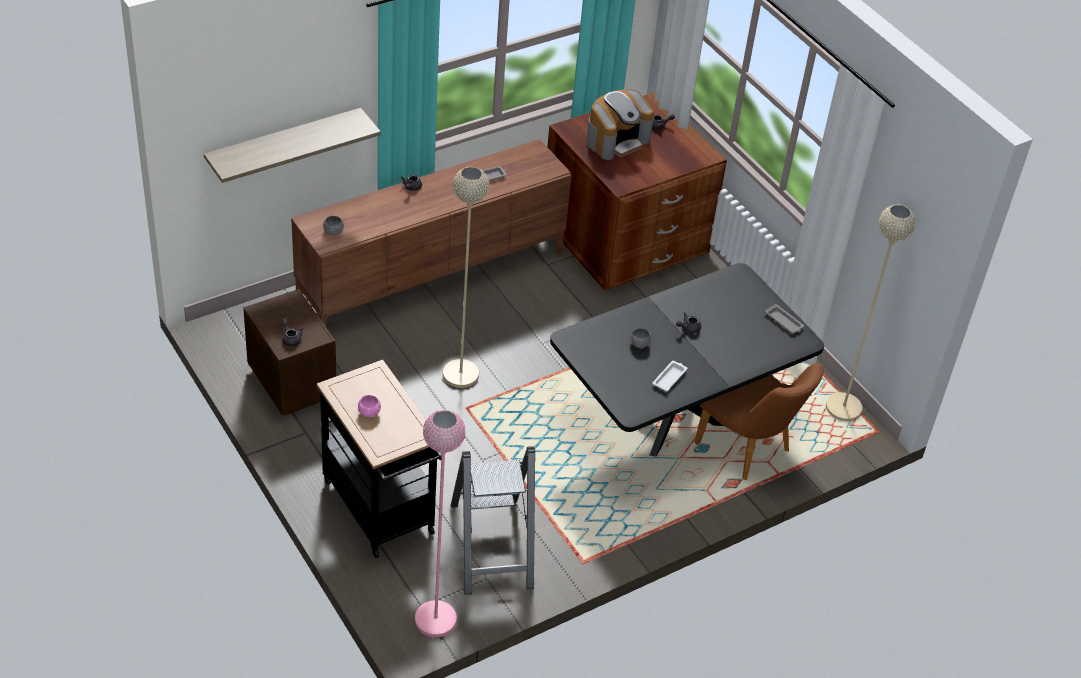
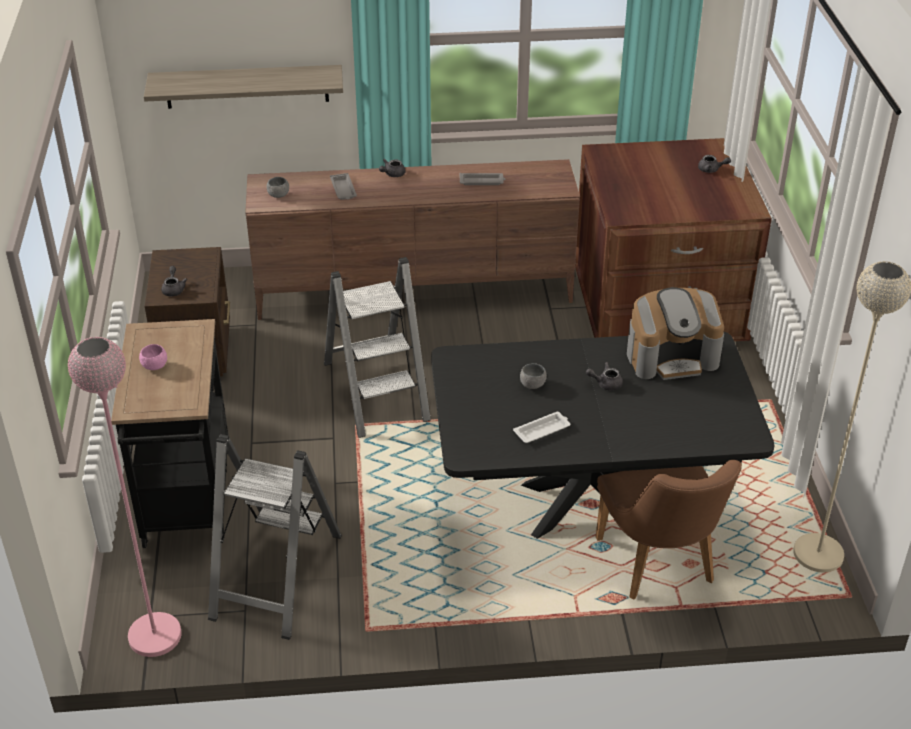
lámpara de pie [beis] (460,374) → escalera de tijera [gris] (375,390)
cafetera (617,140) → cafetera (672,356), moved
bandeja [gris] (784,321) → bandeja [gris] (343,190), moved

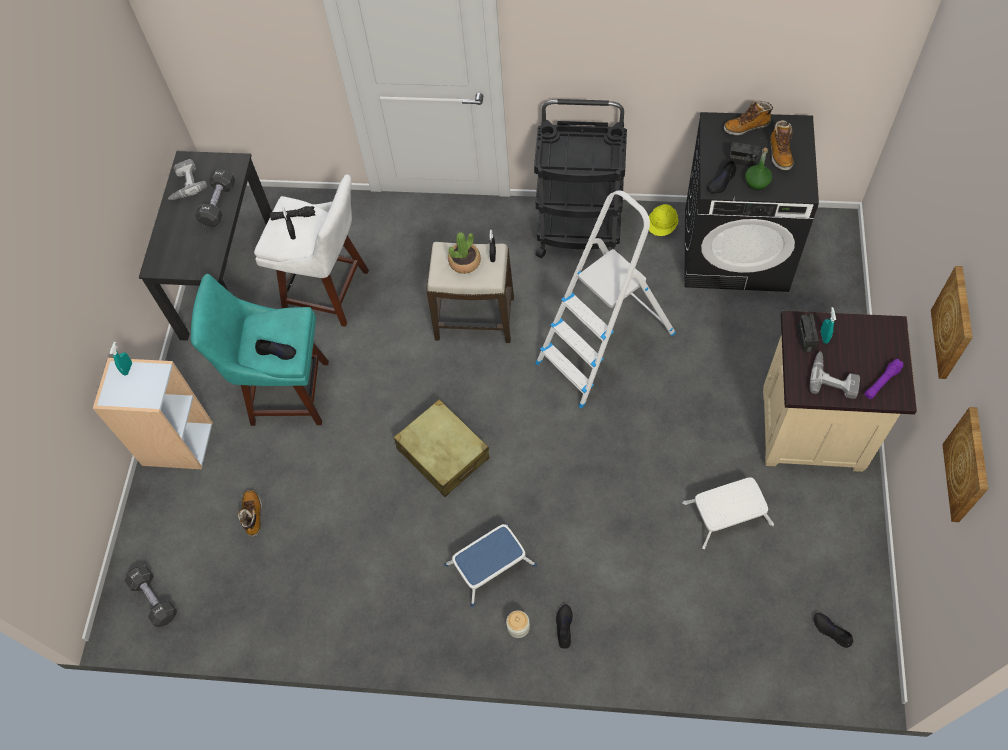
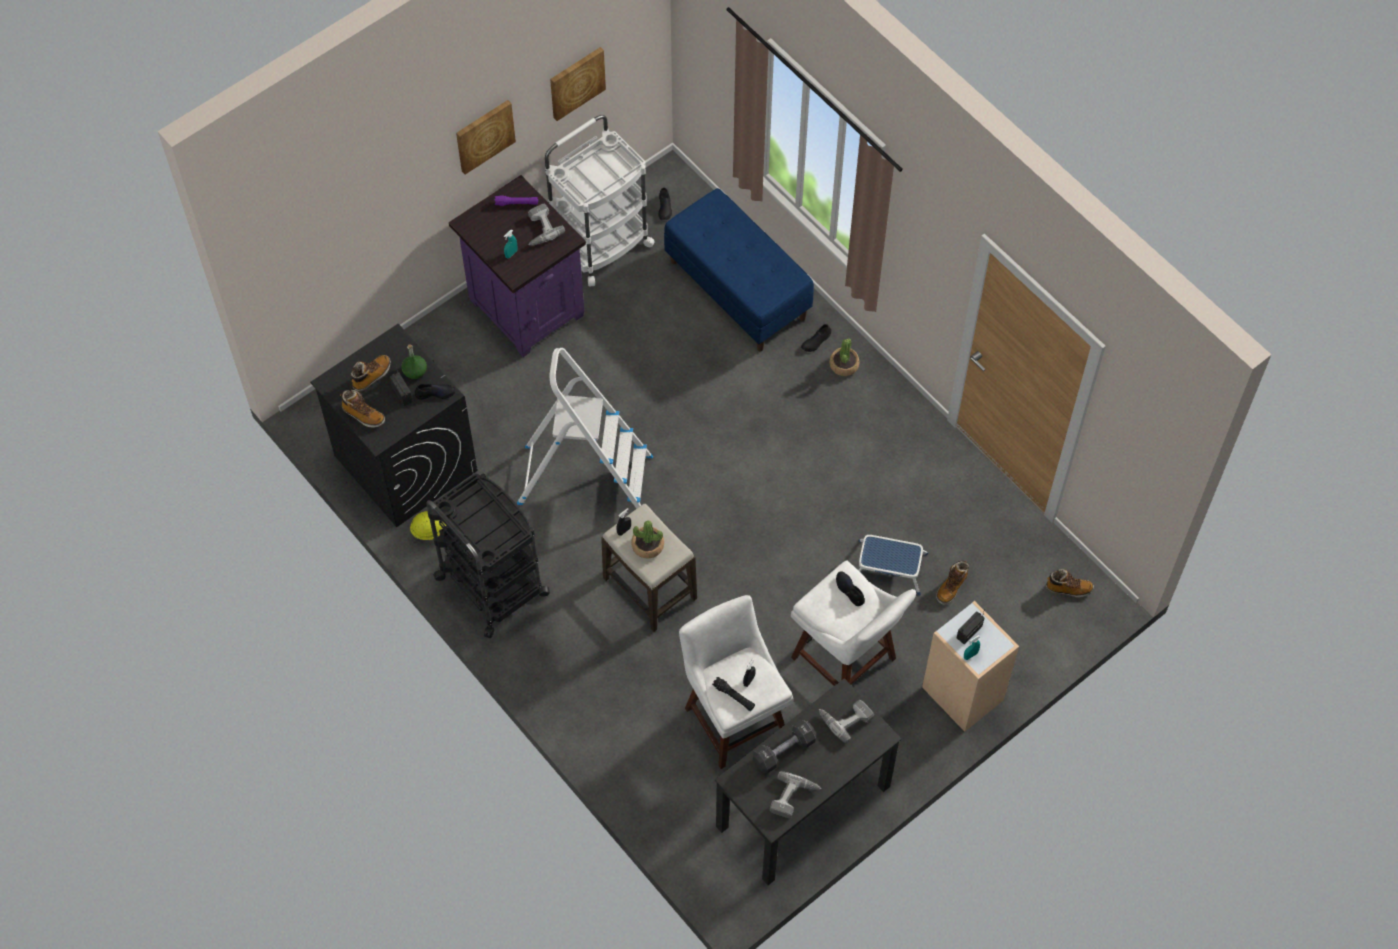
mancuerna [negro] (154,599) → bota (1068,589)
taburete [turquesa] (285,392) → taburete [blanco] (846,661)
maleta [beis] (443,453) → -
escalera de tijera [azul] (490,564) → escalera de tijera [azul] (889,567), moved
tarro (518,627) → planta en maceta (844,365)
escalera de tijera [blanco] (727,513) → -
armario [beis] (815,431) → armario [morado] (525,306)
radio (805,338) → radio (969,632), moved
- → carrito [blanco] (600,244)
- → banco [azul] (738,290)
- → taladro (845,717)

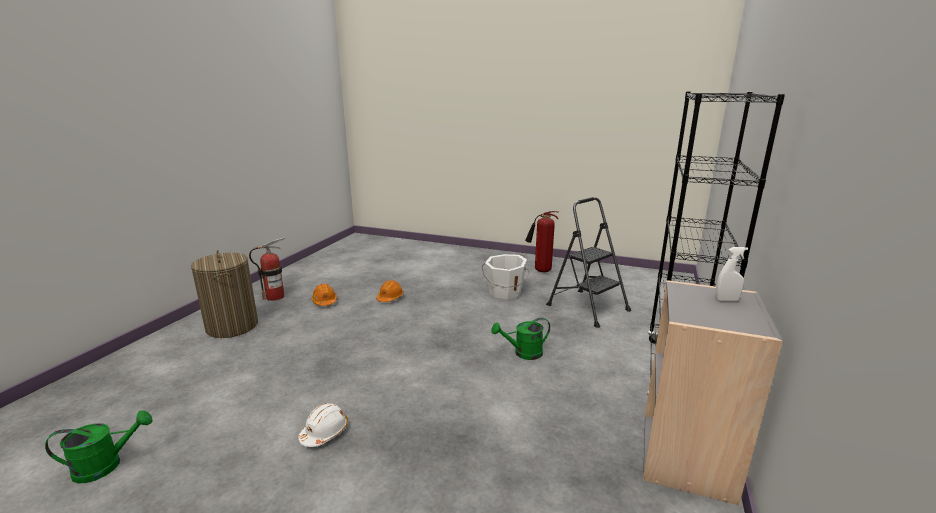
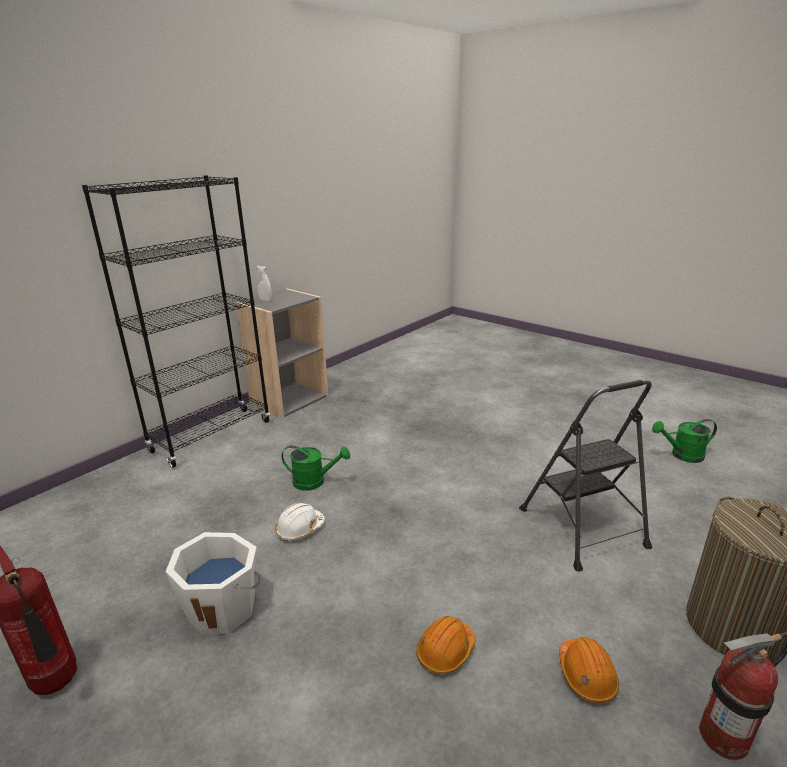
casco [blanco] (324,432) → casco [blanco] (300,529), moved
escalera de tijera [negro] (586,306) → escalera de tijera [negro] (584,529), moved

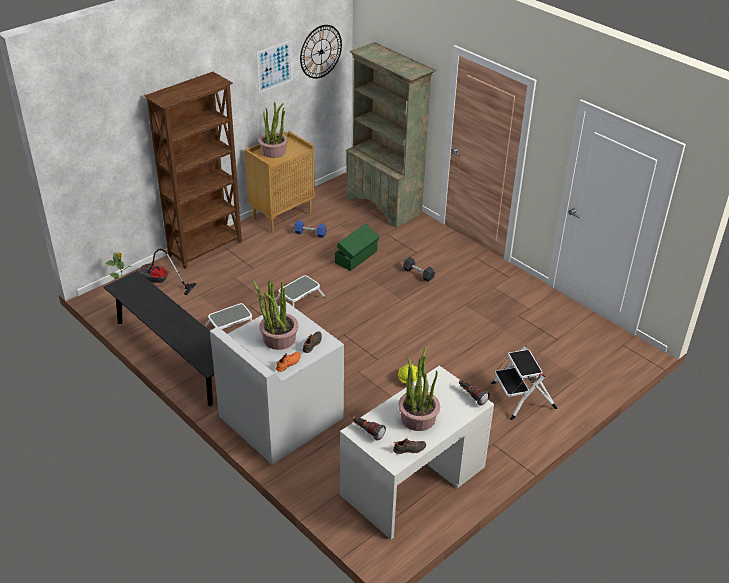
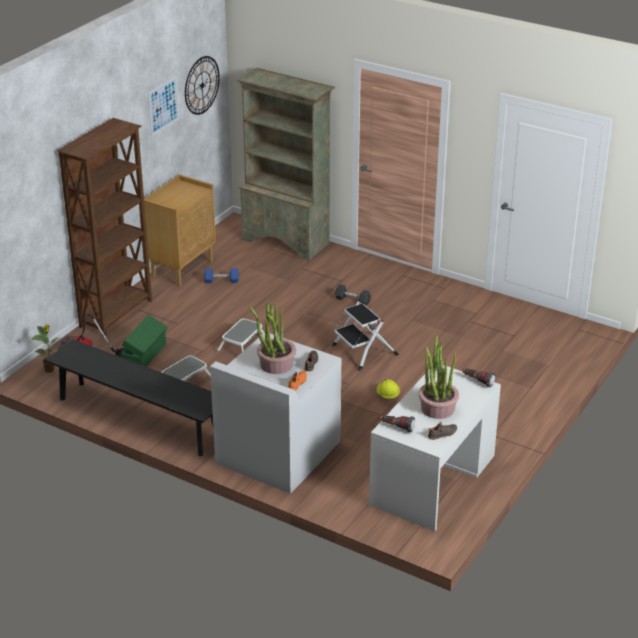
planta en maceta (274,151) → -
caja de almacenaje [verde] (357,257) → caja de almacenaje [verde] (145,354), moved
escalera de tijera (522,397) → escalera de tijera (364,351), moved

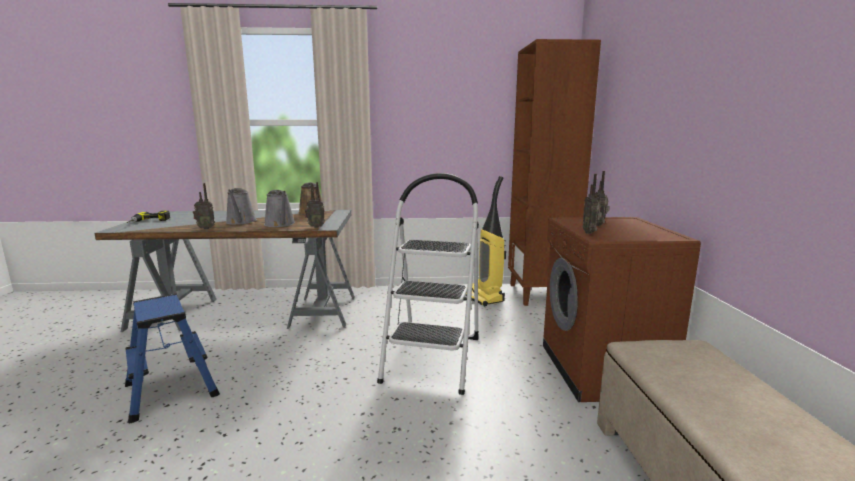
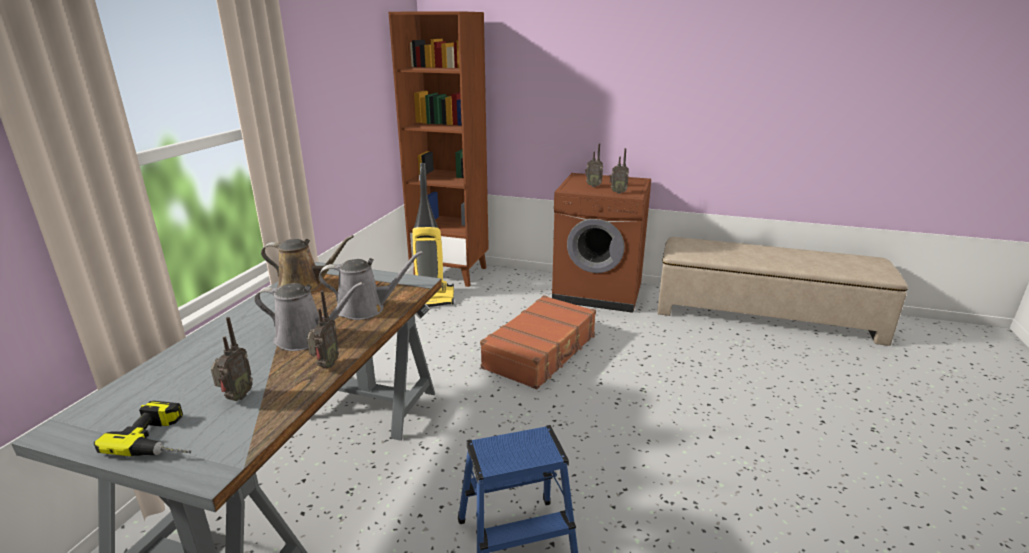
radio (315,227) → radio (236,398), moved
escalera de tijera (434,358) → maleta [marrón] (541,352)

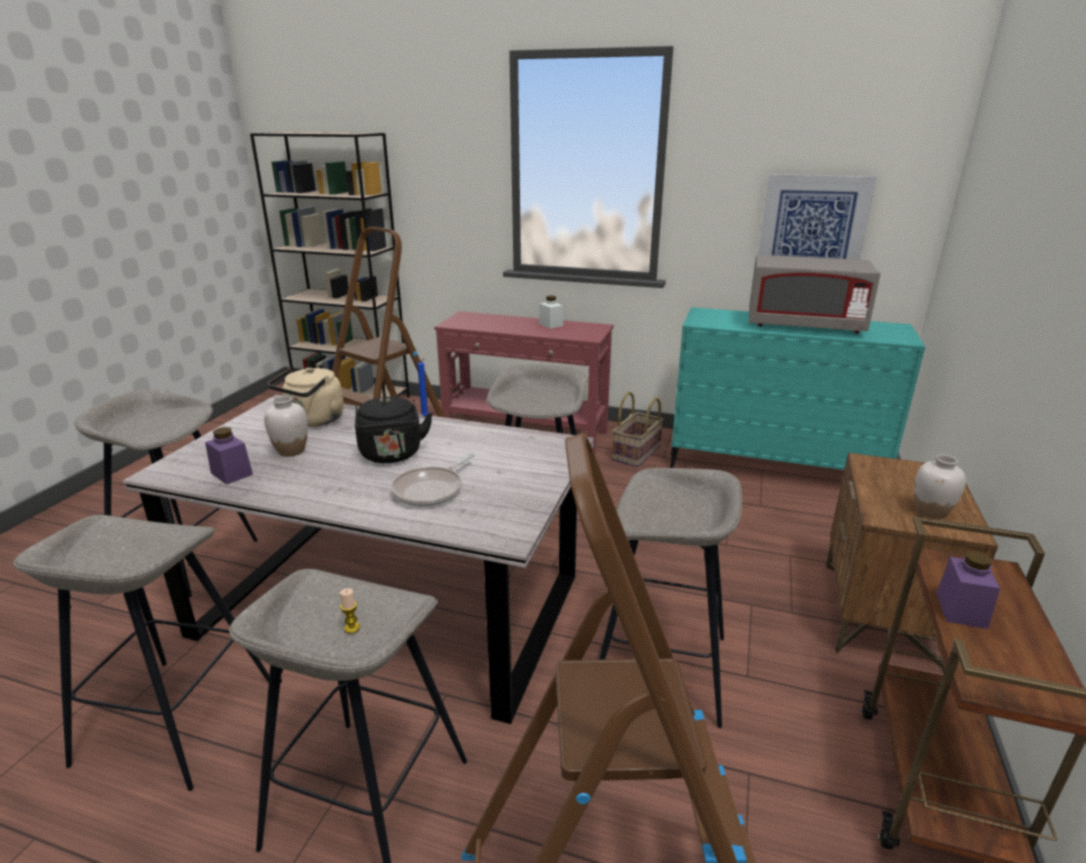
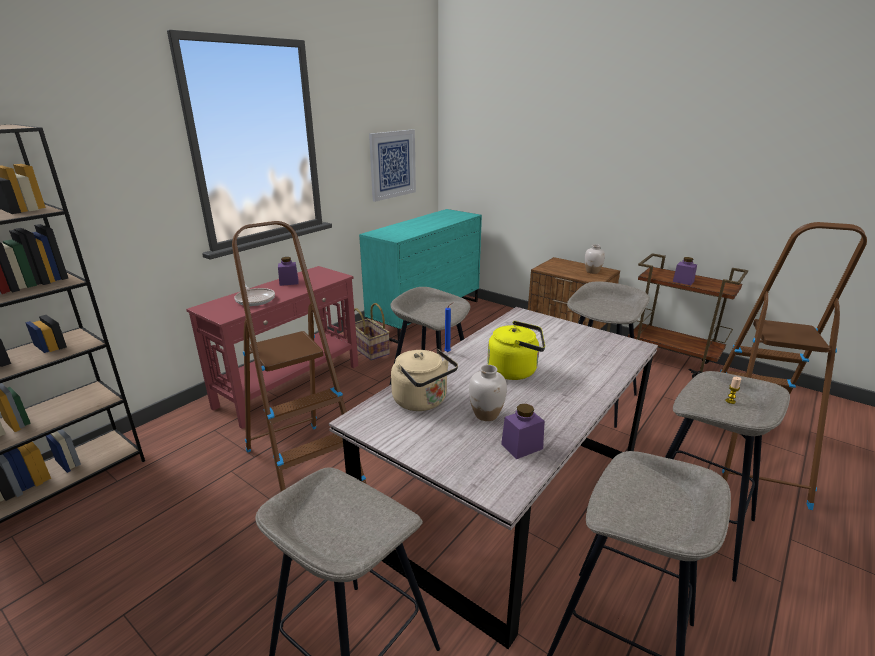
hervidor [negro] (392,455) → hervidor [amarillo] (515,371)
sartén (431,490) → sartén (255,299), moved
tarro [blanco] (550,324) → tarro [morado] (289,282)
microondas [gris] (804,325) → -

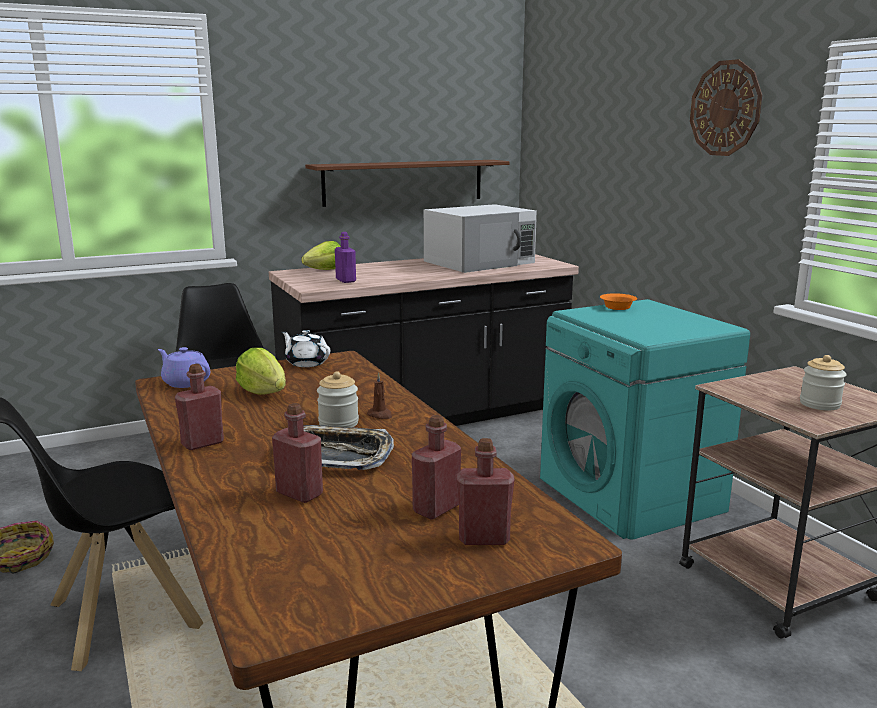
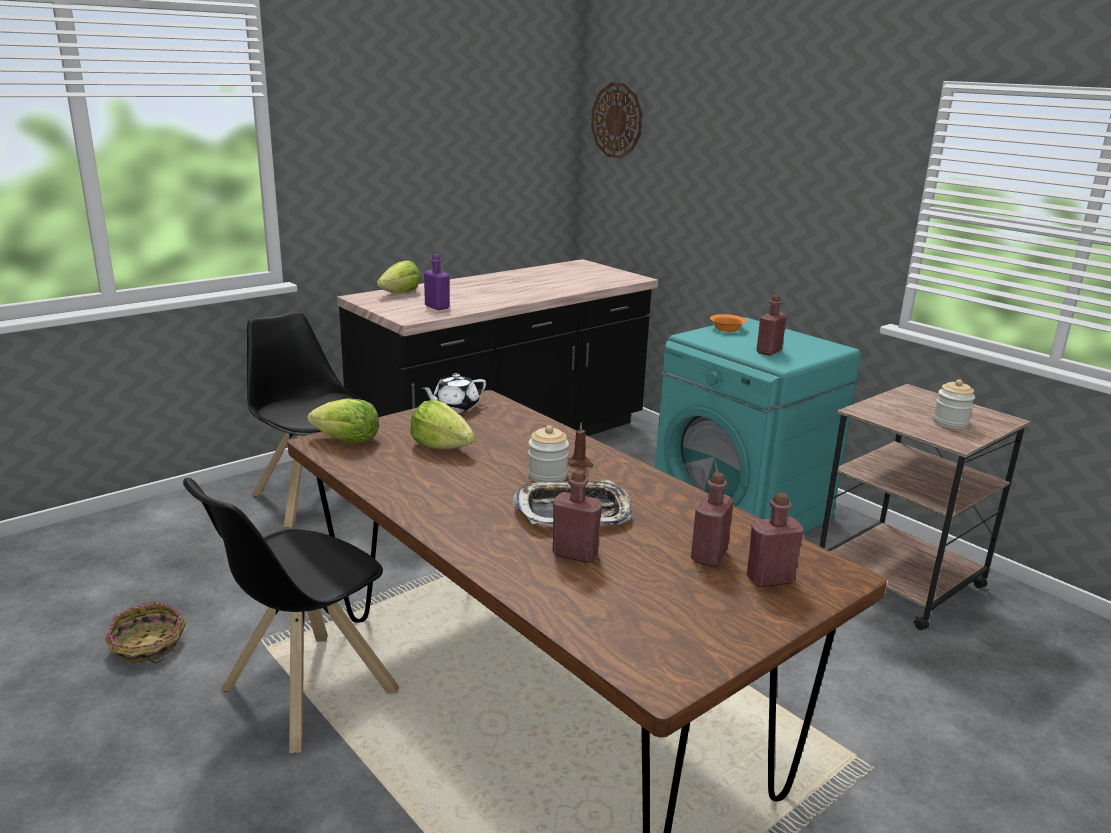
tetera [morado] (185,382) → lechuga (347,440)
botella [rojo] (202,443) → botella [rojo] (769,351), moved
tetera [blanco] (307,363) → tetera [blanco] (455,408), 60 degrees counterclockwise
estante [marrón] (404,182) → -
microondas [blanco] (480,262) → -
reloj de pared (725,108) → reloj de pared (617,120), moved

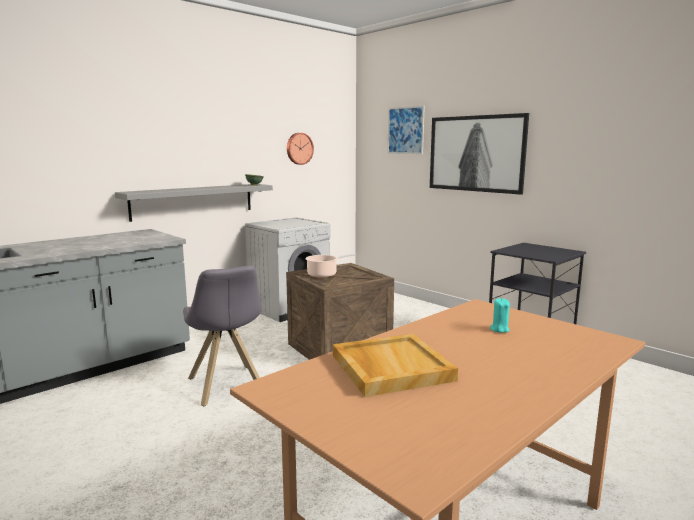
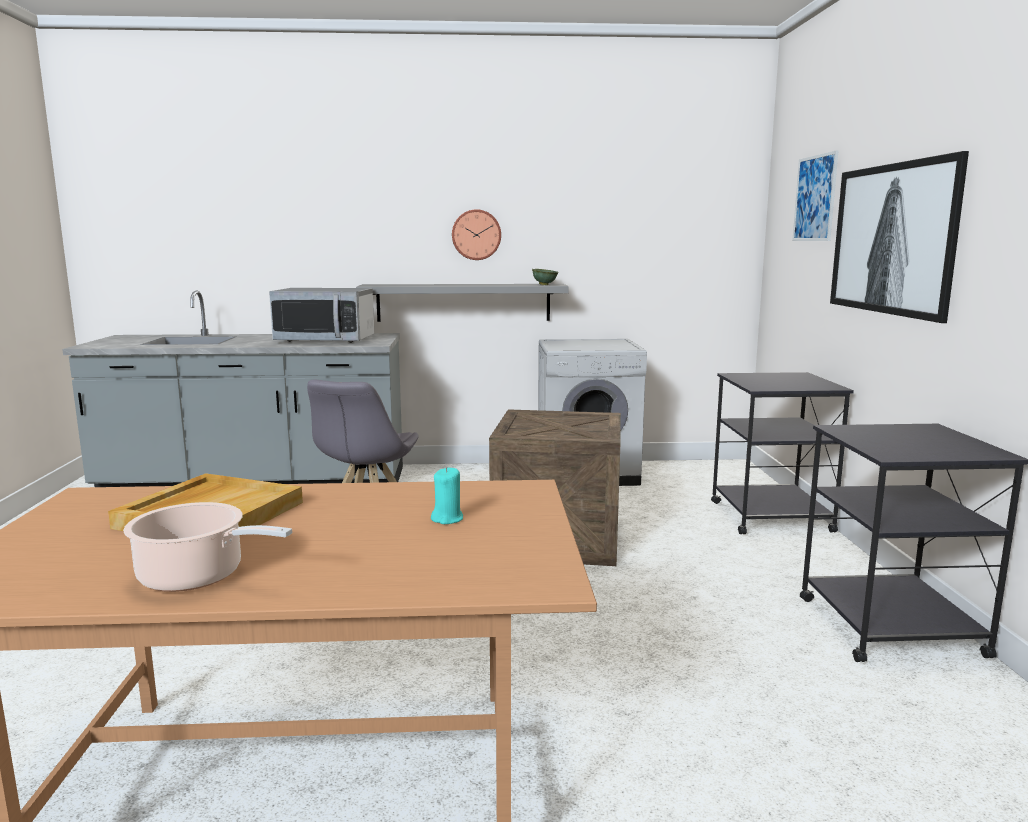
reloj de pared (299,148) → reloj de pared (476,235), moved
olla (324,274) → olla (197,576), moved
- → microondas (325,340)
- → carrito [negro] (771,517)

